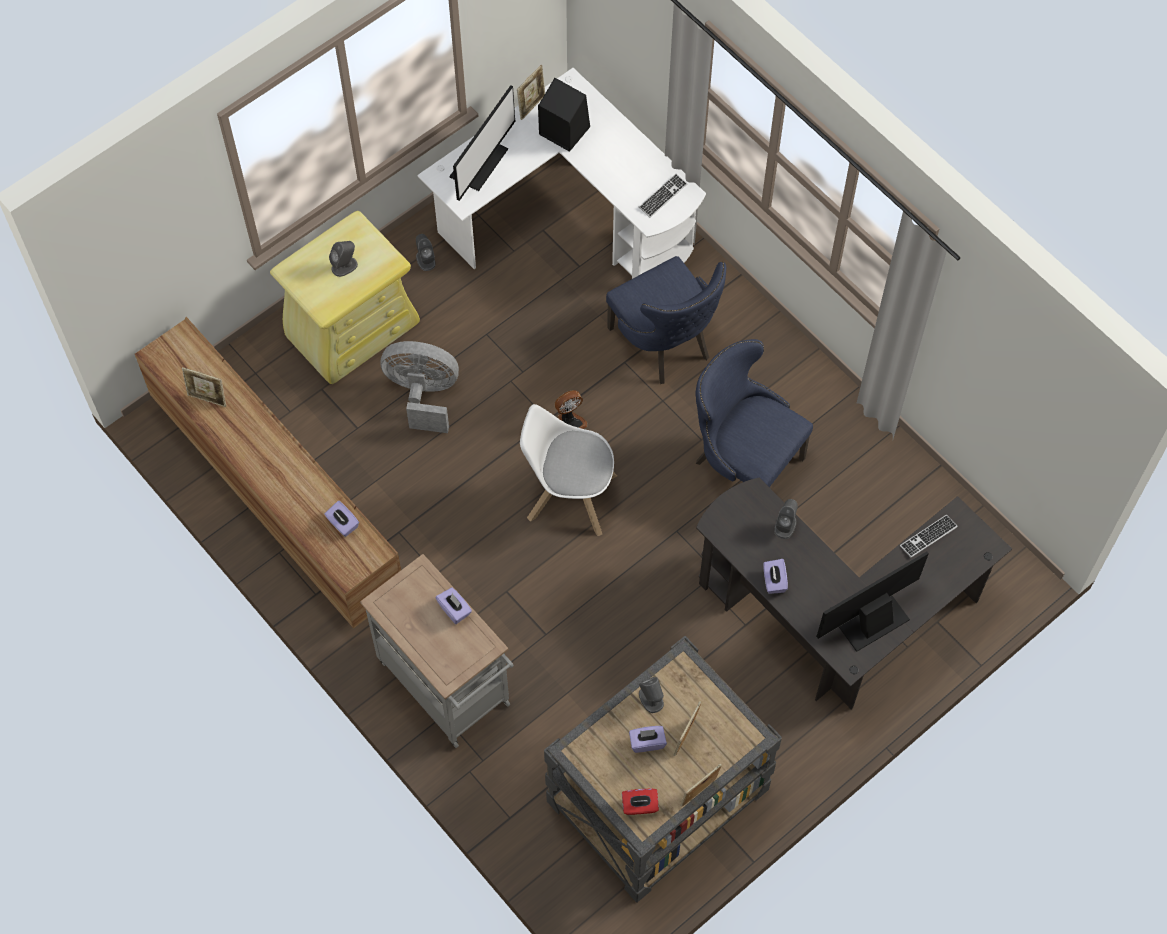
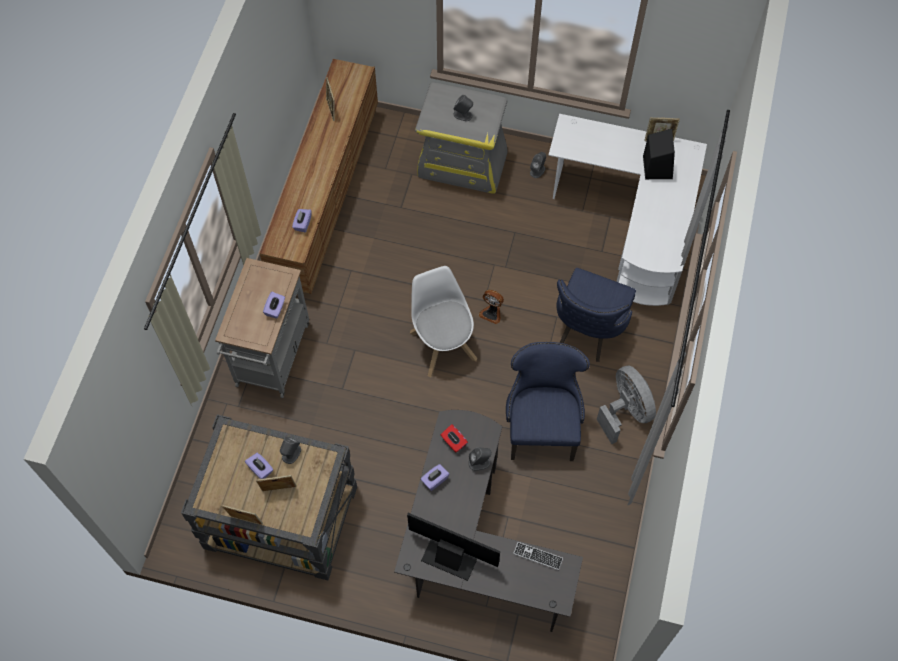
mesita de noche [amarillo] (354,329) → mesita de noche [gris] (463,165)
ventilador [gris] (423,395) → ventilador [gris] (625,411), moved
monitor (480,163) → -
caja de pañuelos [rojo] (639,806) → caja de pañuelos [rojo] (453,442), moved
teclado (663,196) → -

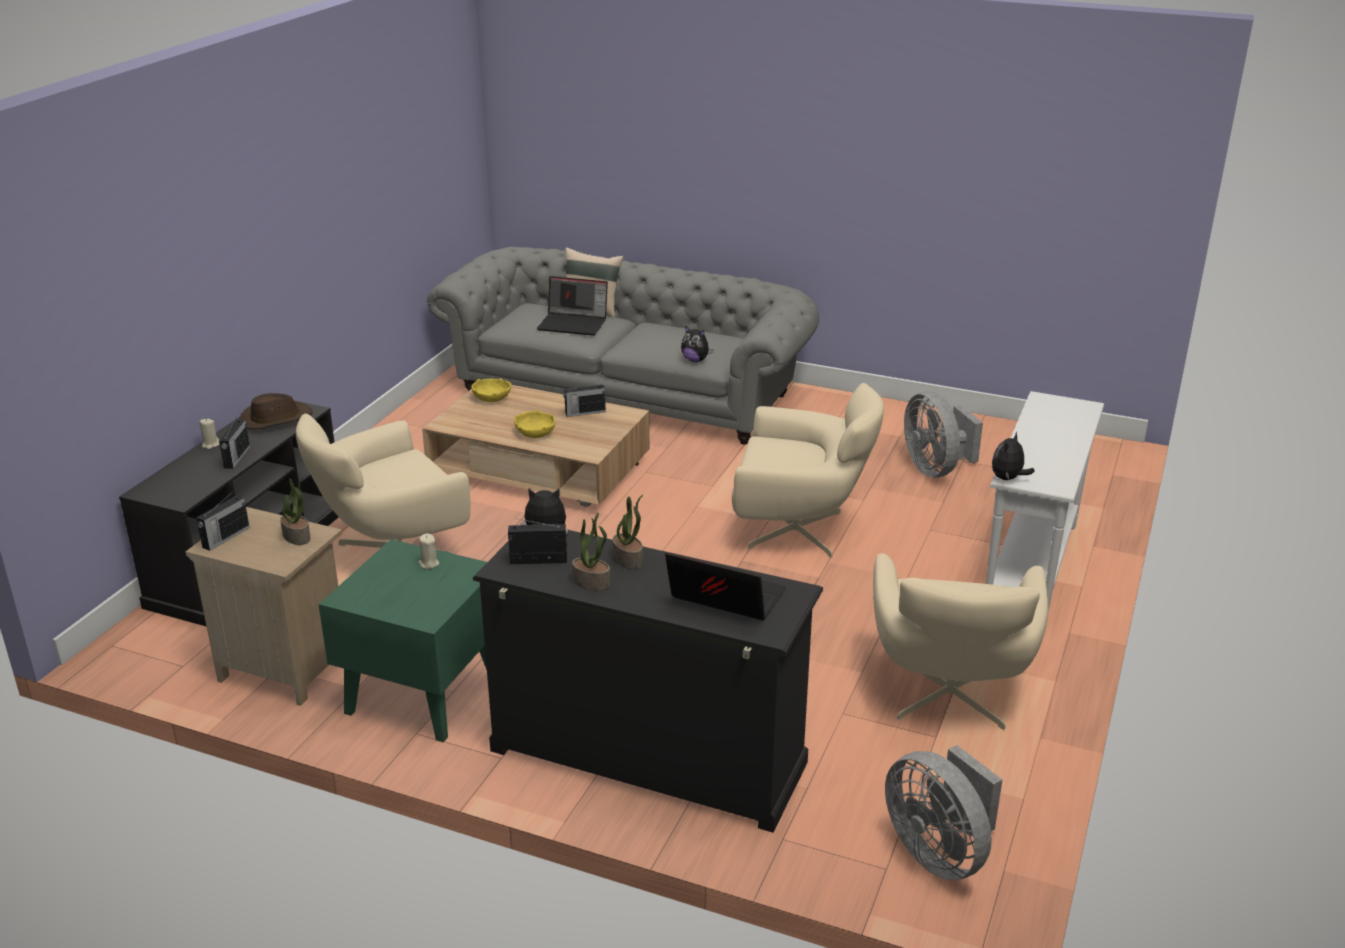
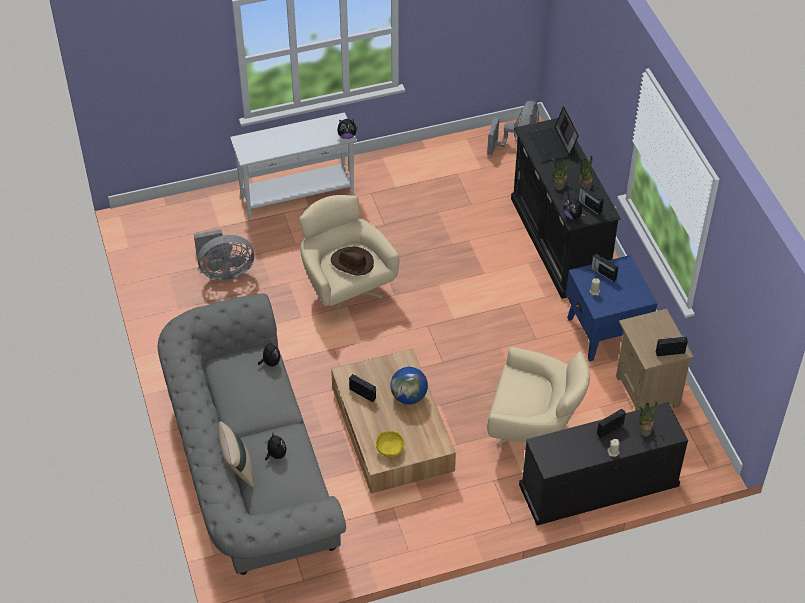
sombrero [marrón] (275,419) → sombrero [marrón] (352,263), moved
planta en maceta (297,536) → planta en maceta (645,427), moved
mesita de noche [verde] (421,693) → mesita de noche [azul] (605,333)
cuenco [amarillo] (535,434) → globo terráqueo (409,397)
portátil (574,324) → peluche (276,455)
sillón [beis] (949,697) → -
ventilador [gris] (935,469) → ventilador [gris] (224,271), 45 degrees clockwise
- → radio (603,273)

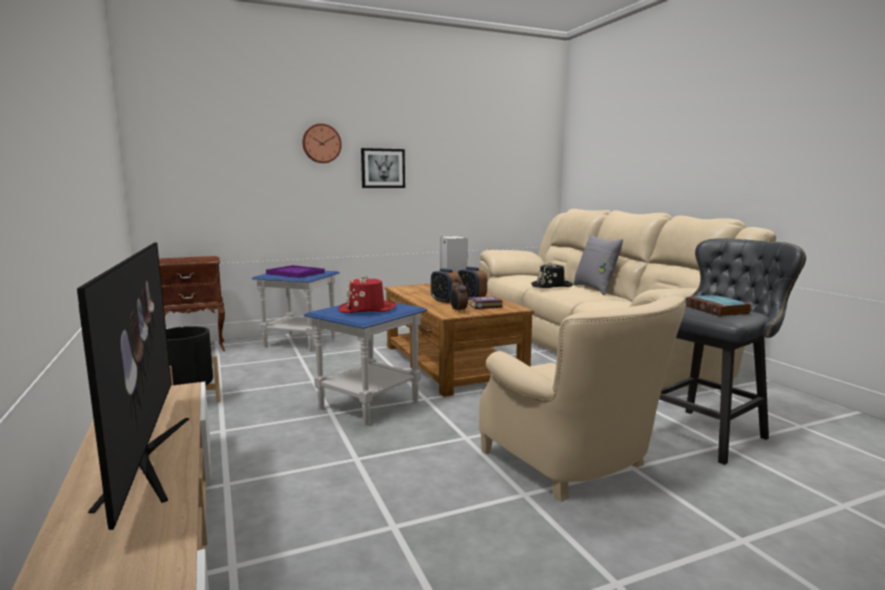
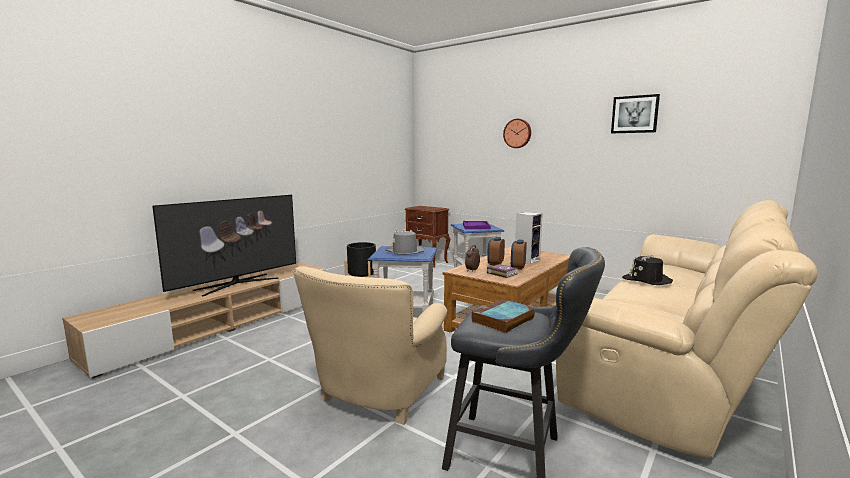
sombrero [rojo] (366,309) → sombrero [gris] (405,251)
cuadro (382,168) → cuadro (634,114), moved
cojín [gris] (595,289) → -

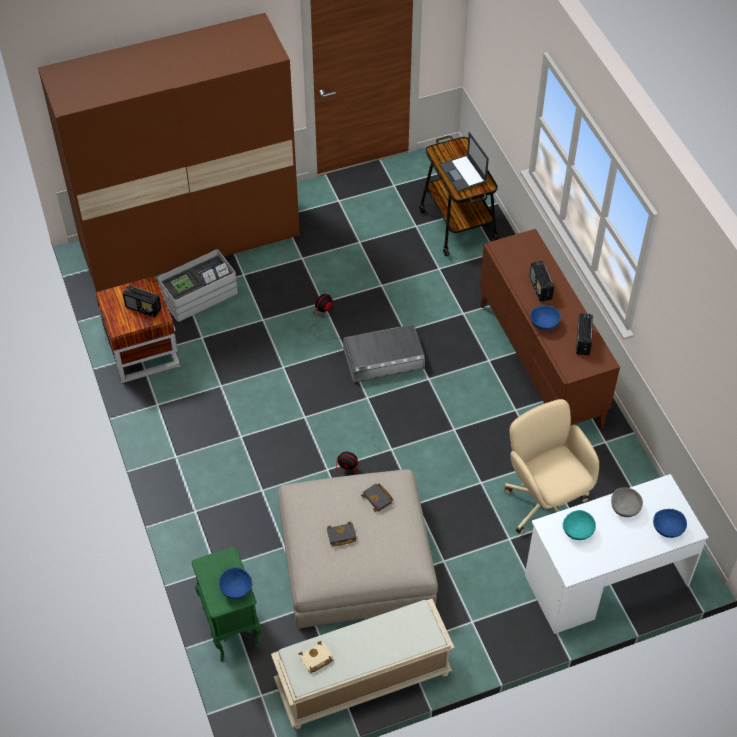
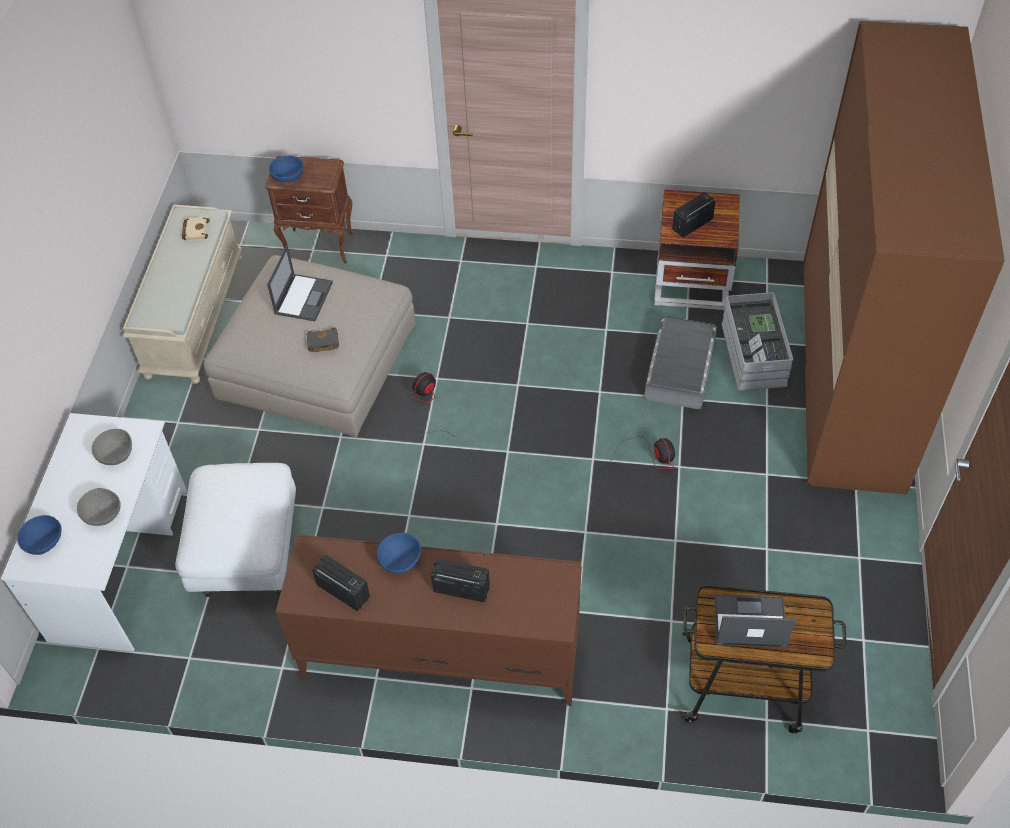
mesita de noche [verde] (230,627) → mesita de noche [marrón] (320,246)
libro [negro] (341,536) → portátil (303,297)
caja de almacenaje [gris] (383,358) → caja de almacenaje [gris] (680,369), moved
silla de oficina [beis] (545,506) → puf [blanco] (248,554)
cuenco [turquesa] (577,531) → cuenco [gris] (116,455)

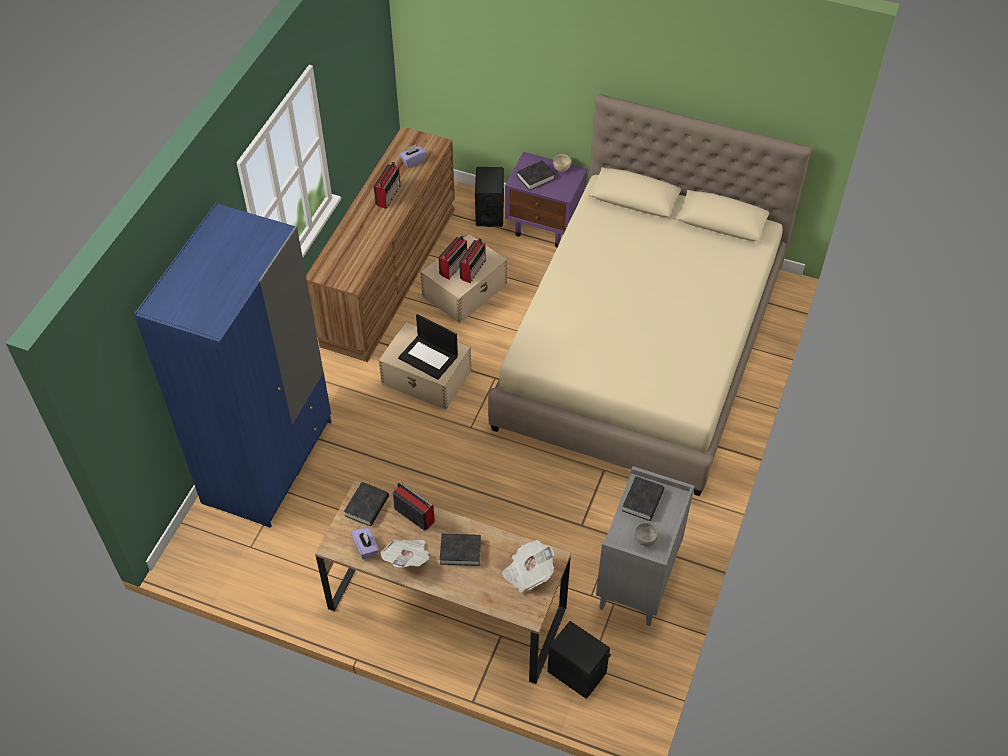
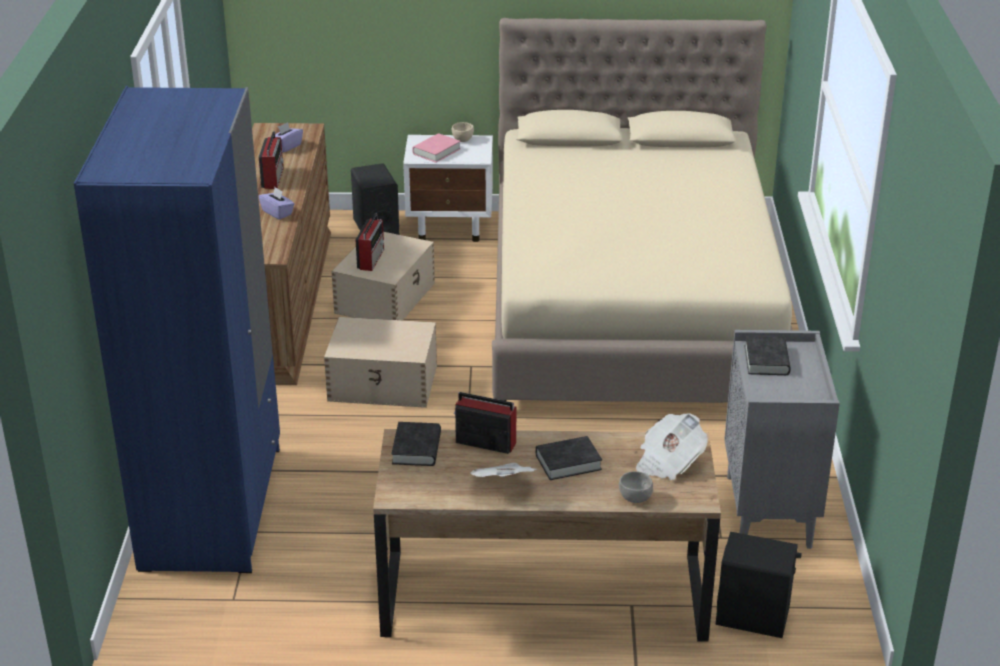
caja de pañuelos [morado] (366,547) → caja de pañuelos [morado] (277,213), moved
portátil (429,357) → -
radio (473,269) → -
mesita de noche [morado] (545,226) → mesita de noche [blanco] (451,227)
libro [negro] (535,177) → libro [rosa] (436,151)
cuenco [gris] (645,540) → cuenco [gris] (635,499), moved

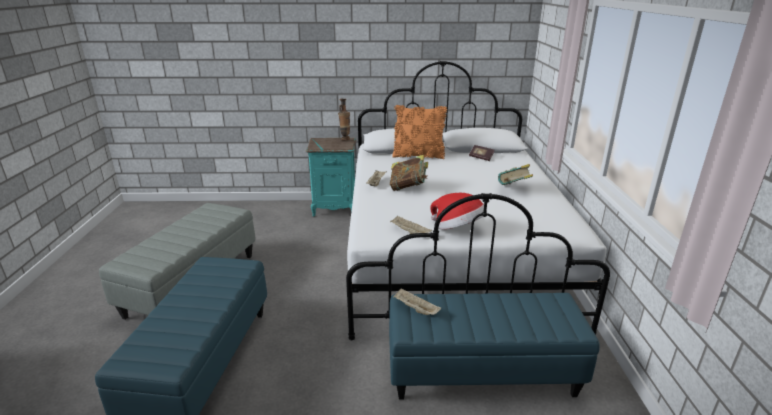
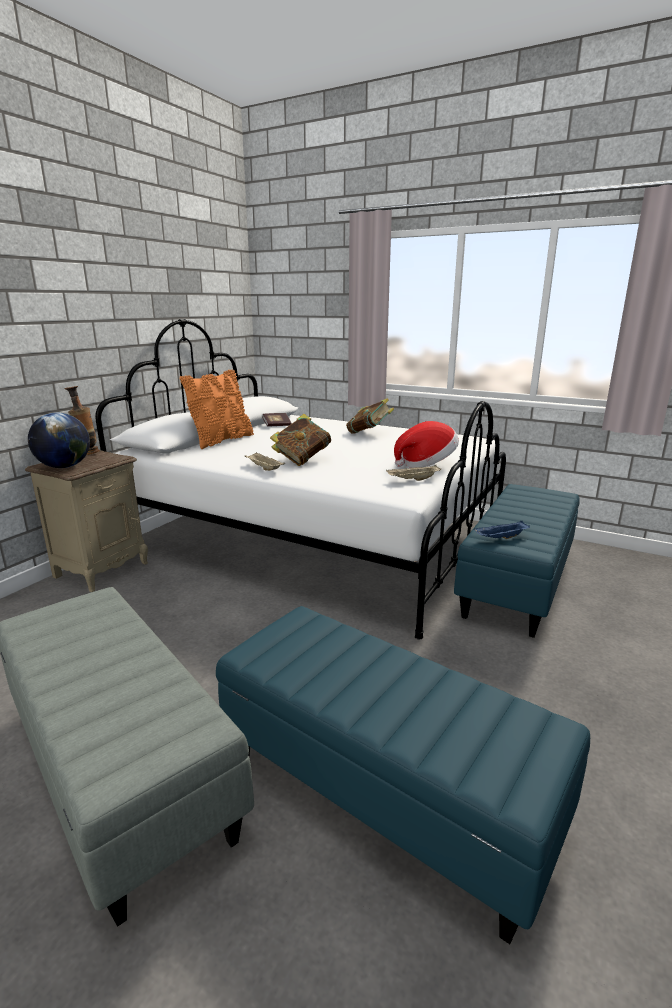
mesita de noche [turquesa] (335,209) → mesita de noche [beis] (103,570)
bandeja [beis] (415,309) → bandeja [azul] (501,538)
- → globo terráqueo (64,467)

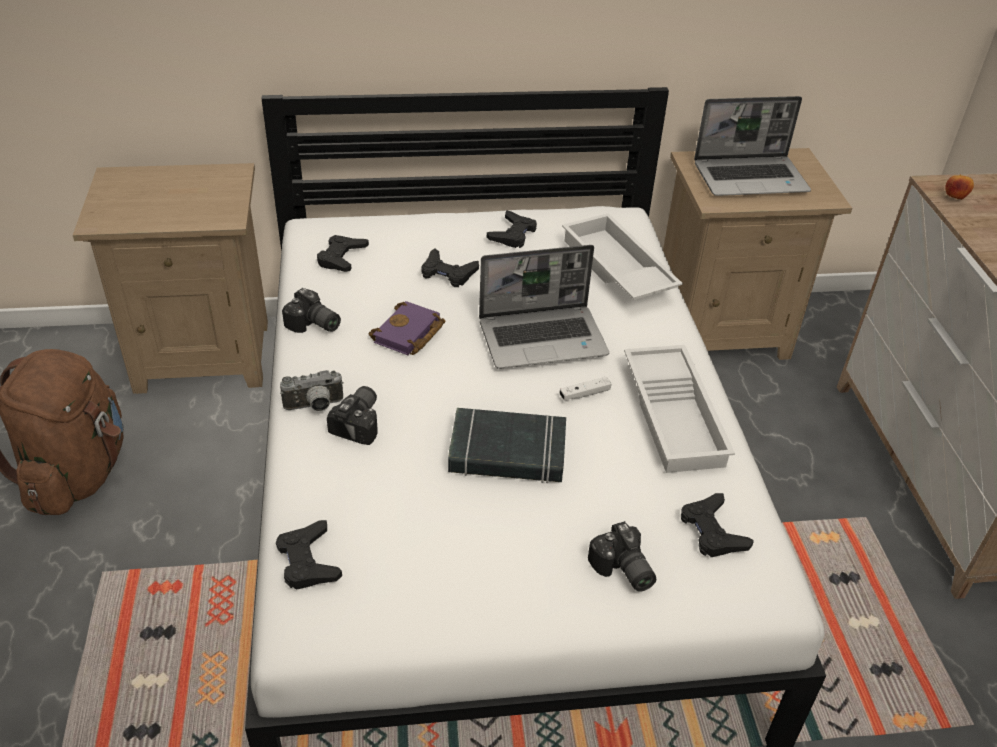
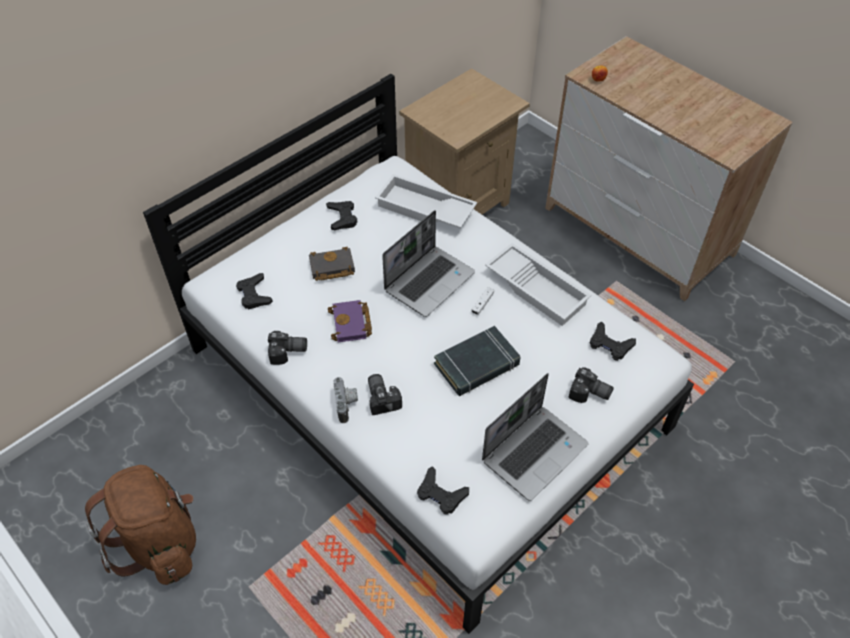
mesita de noche [beis] (205,358) → -
cámara (314,407) → cámara (347,404), 45 degrees counterclockwise
mando de consola [negro] (447,273) → libro [negro] (331,268)
portátil (751,178) → portátil (534,451), moved

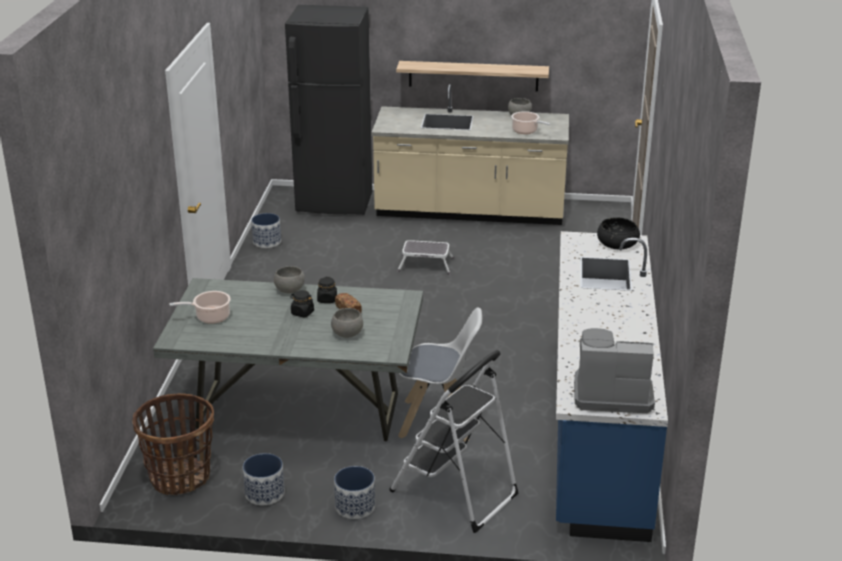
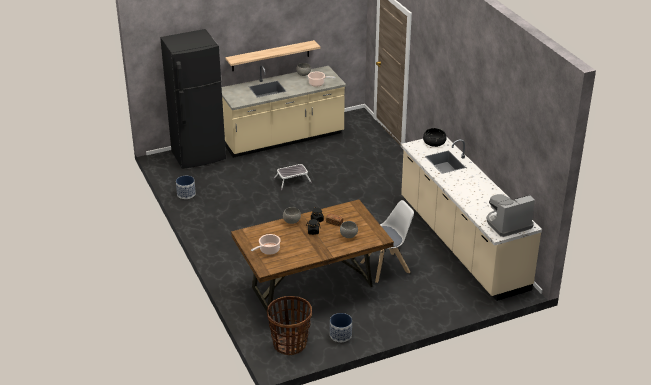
mesa de comedor [gris] (300,411) → mesa de comedor [marrón] (312,287)
maceta (355,507) → -
escalera de tijera (456,494) → -
mueble bajo de cocina [azul] (597,426) → mueble bajo de cocina [beis] (461,243)

